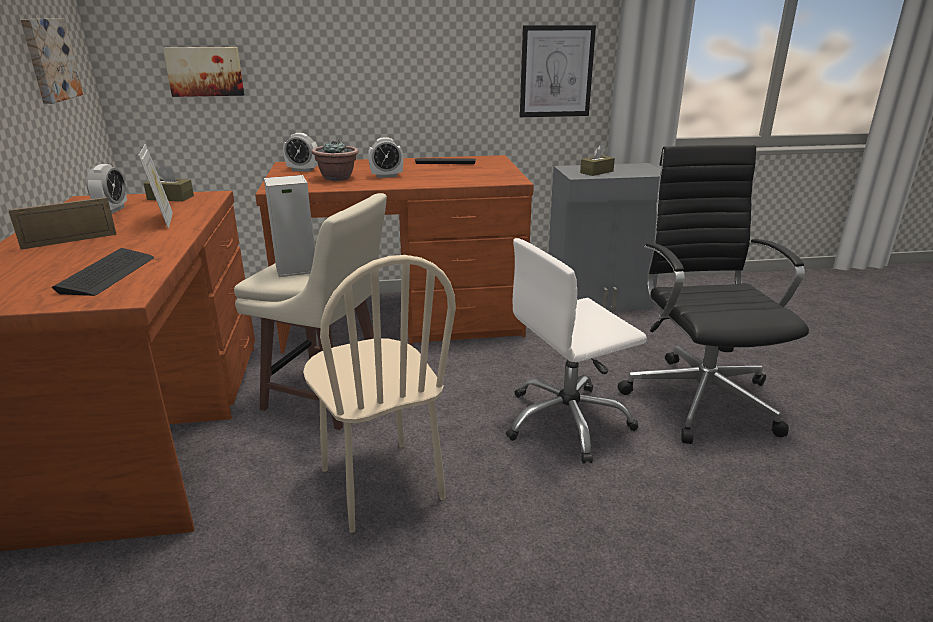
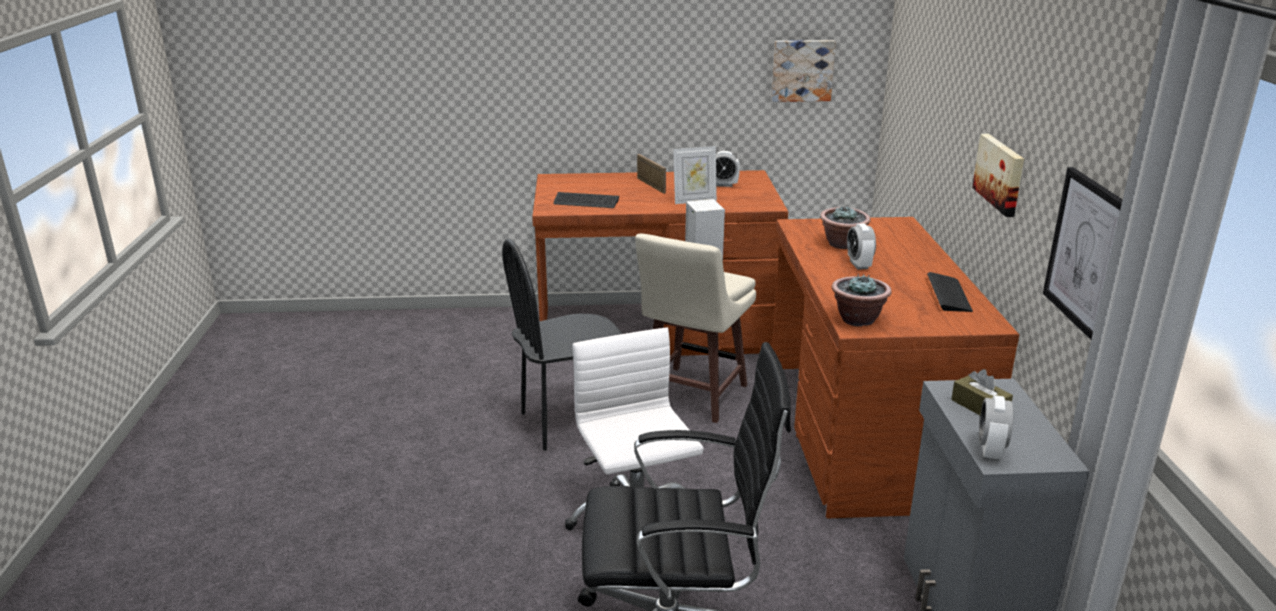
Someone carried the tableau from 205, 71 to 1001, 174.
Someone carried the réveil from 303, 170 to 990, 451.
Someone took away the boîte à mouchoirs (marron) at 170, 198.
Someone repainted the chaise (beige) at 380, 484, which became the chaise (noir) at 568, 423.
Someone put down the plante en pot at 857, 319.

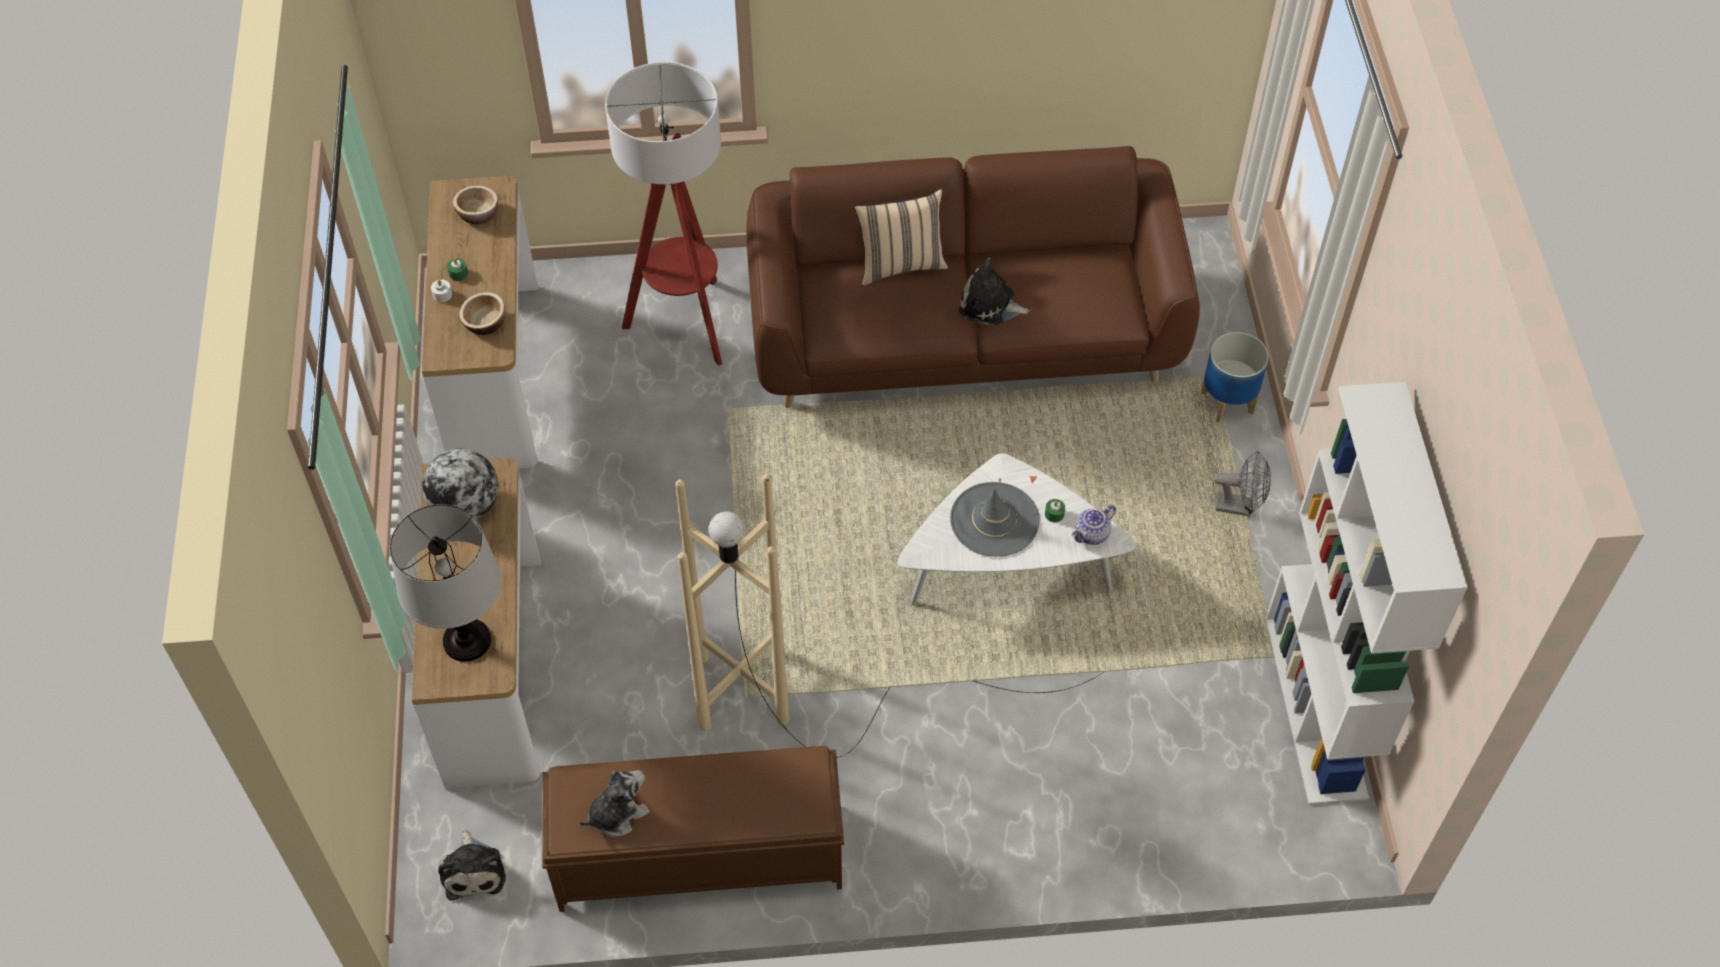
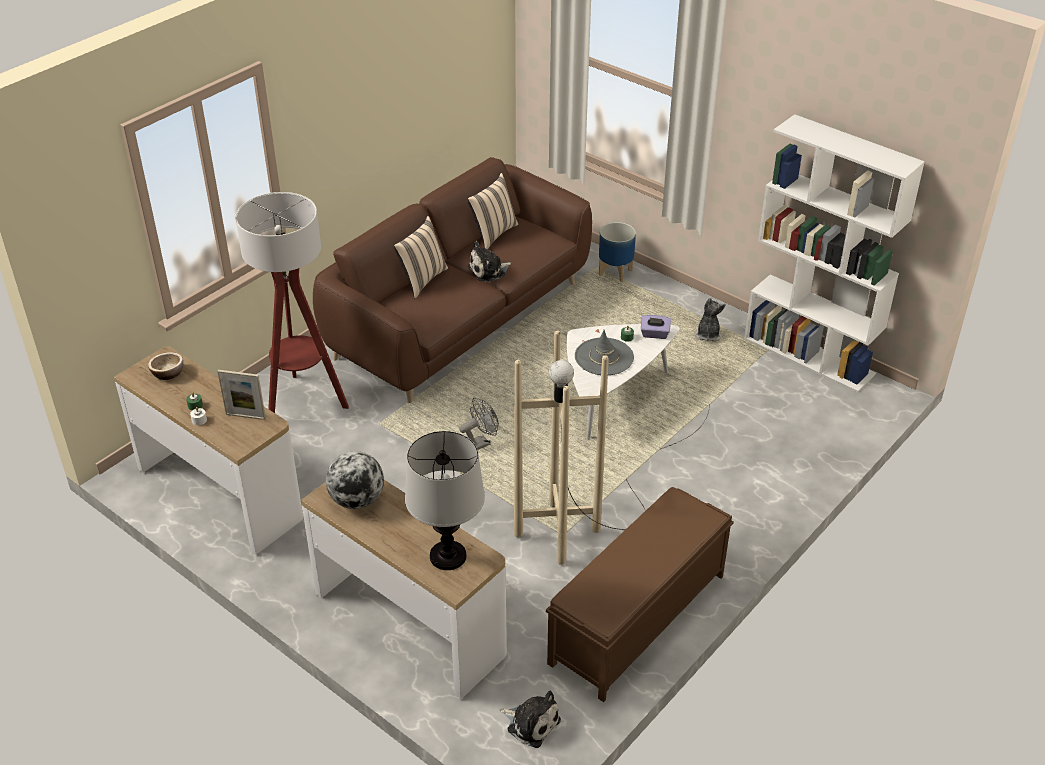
Someone swapped the bol at 485, 323 for the cadre photo at 245, 416.
Someone carried the ventilateur (gris) from 1240, 506 to 480, 443.
Someone swapped the théière at 1092, 535 for the boîte à mouchoirs (violet) at 654, 334.
Someone carried the peluche from 617, 814 to 708, 334.
Someone put down the coussin (beige) at 493, 234.

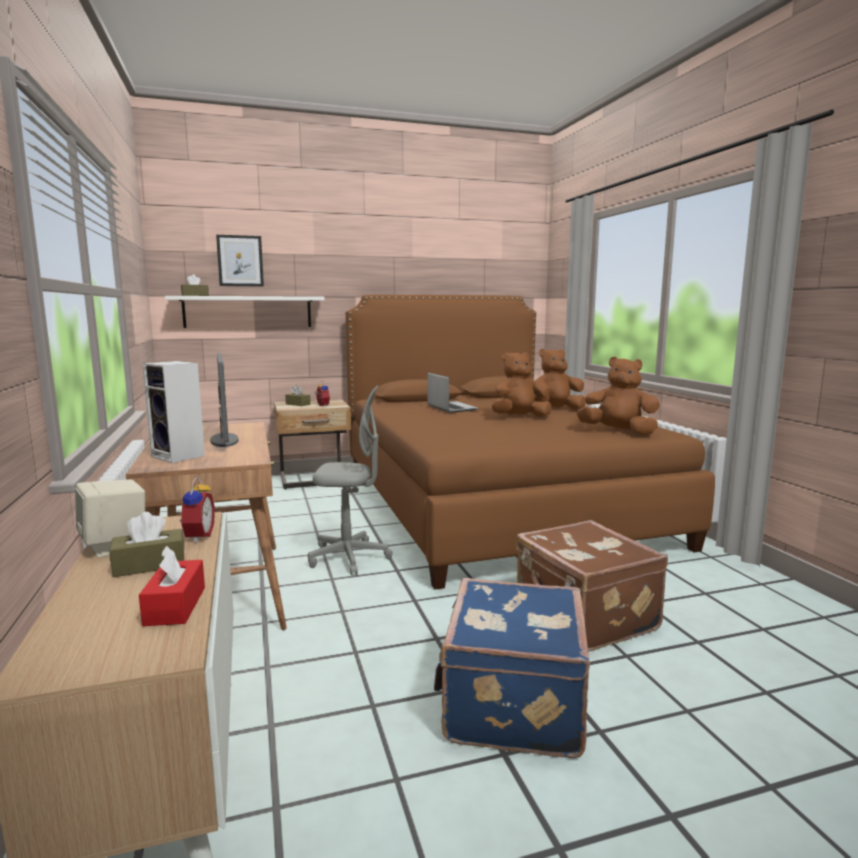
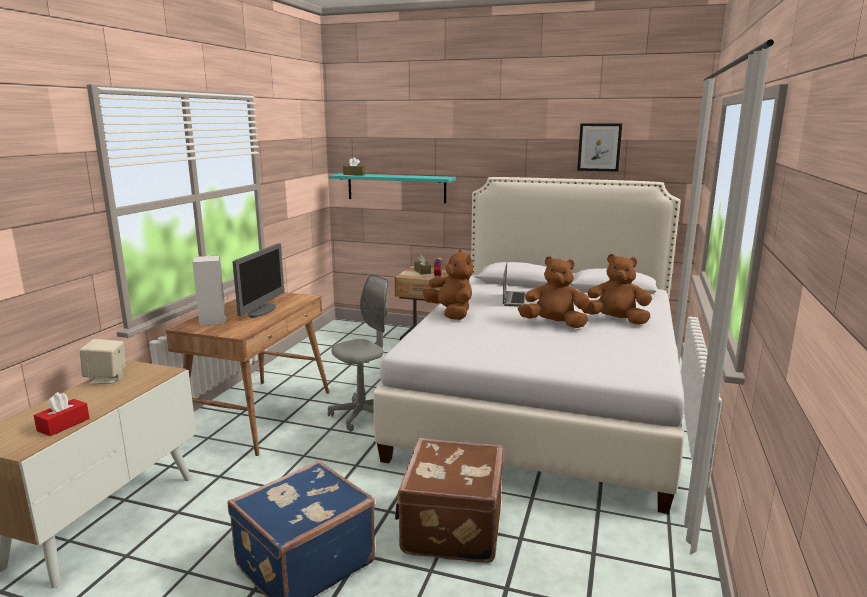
Someone carried the tableau from 240, 261 to 599, 147.
Someone repainted the lit (marron) at 492, 503, which became the lit (blanc) at 543, 399.
Someone repainted the étagère (blanc) at 248, 312, which became the étagère (turquoise) at 396, 188.
Someone carried the peluche (marron) from 618, 432 to 451, 313.
Someone rotated the chaise de bureau (gris) at 349, 557 by 75 degrees counterclockwise.
Someone took away the réveil at 196, 537.
Someone took away the boîte à mouchoirs (marron) at 149, 565.

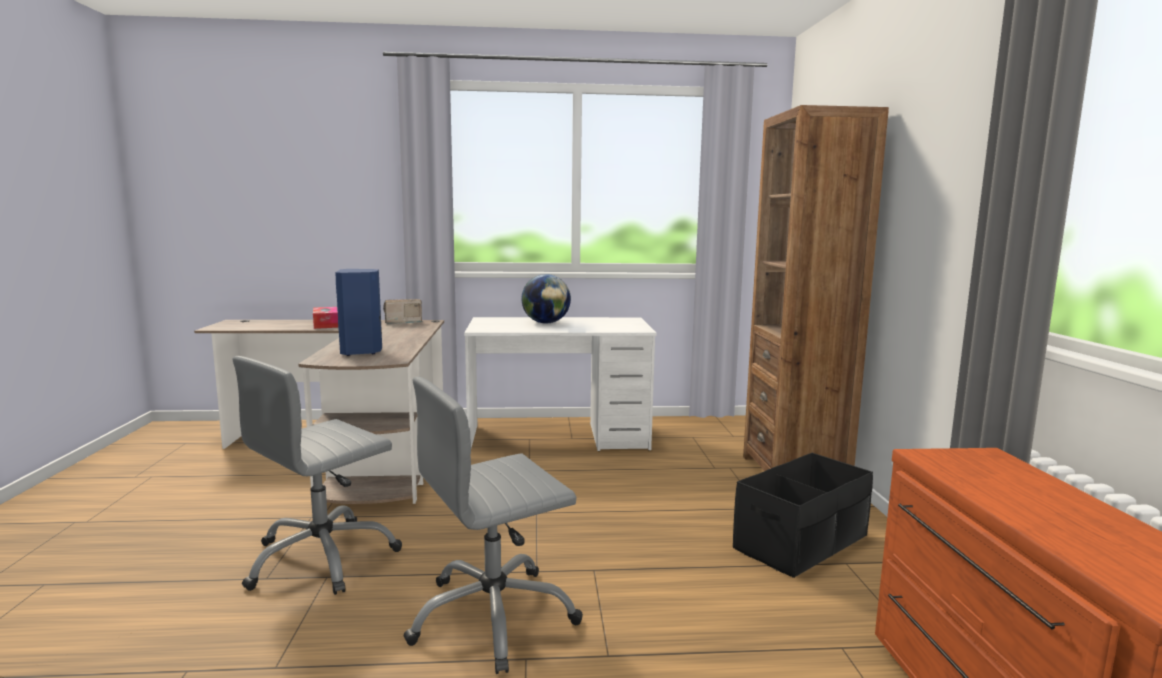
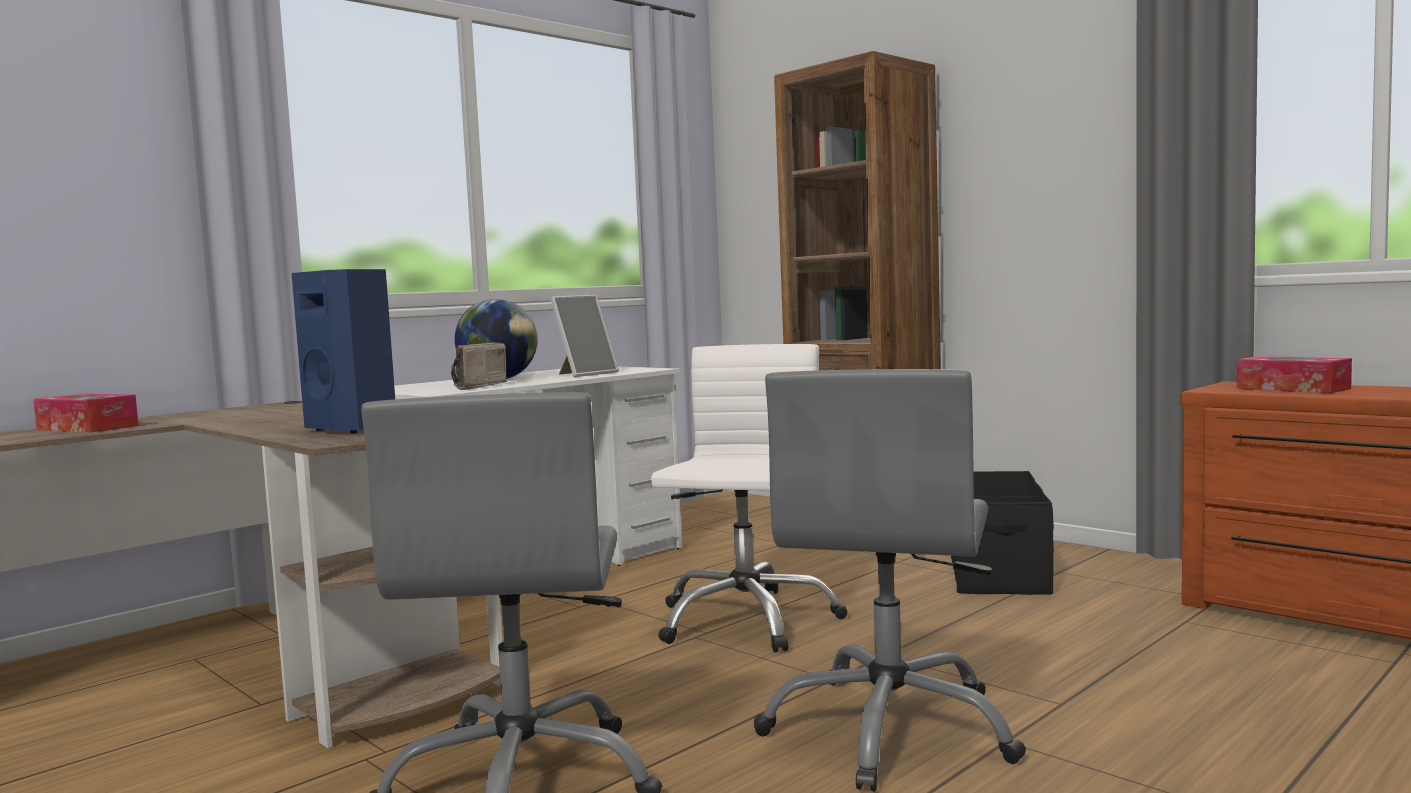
Someone carried the radio from 402, 322 to 473, 387.
Someone put down the cadre photo at 585, 374.
Someone put down the chaise de bureau (blanc) at 745, 620.
Someone put down the boîte à mouchoirs at 1292, 388.

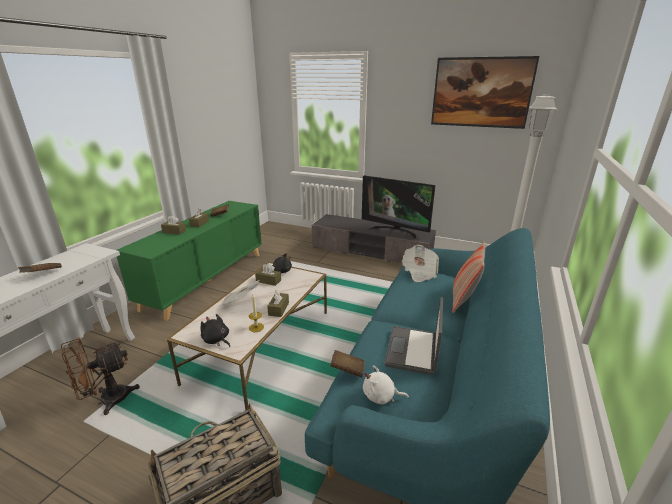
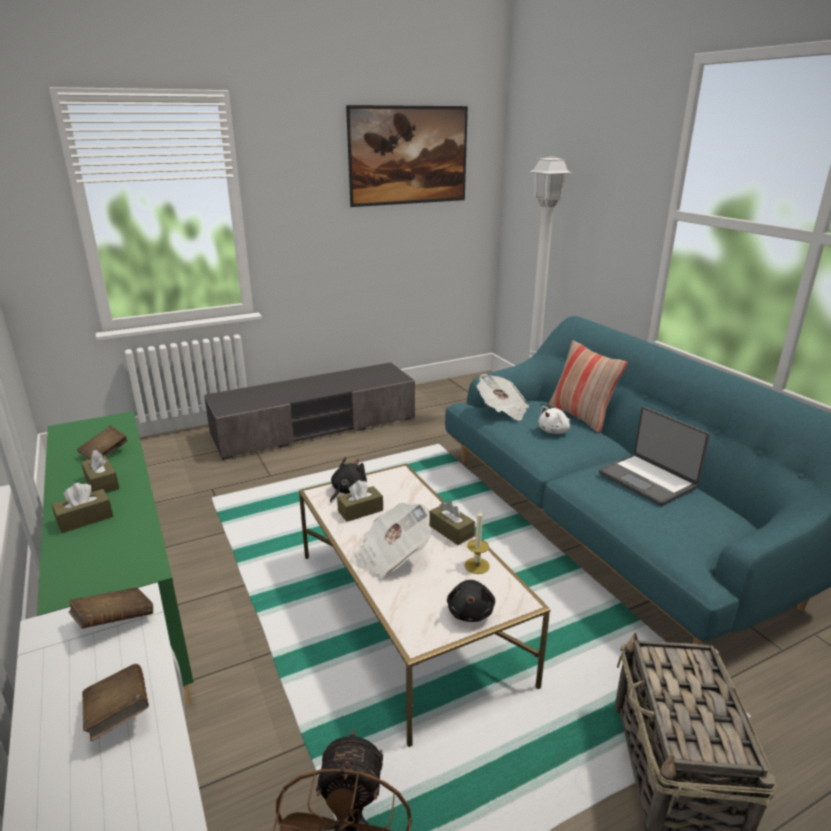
Someone took away the téléviseur at 395, 231.
Someone rotated the peluche (noir) at 216, 340 by 75 degrees counterclockwise.
Someone carried the livre (marron) from 347, 370 to 115, 622.
Someone carried the peluche (blanc) from 381, 396 to 554, 431.

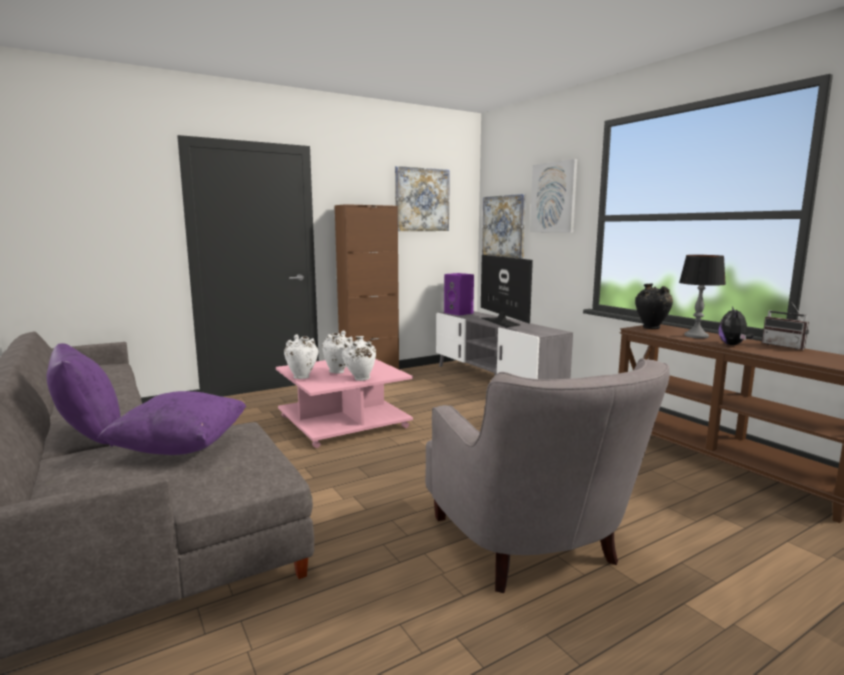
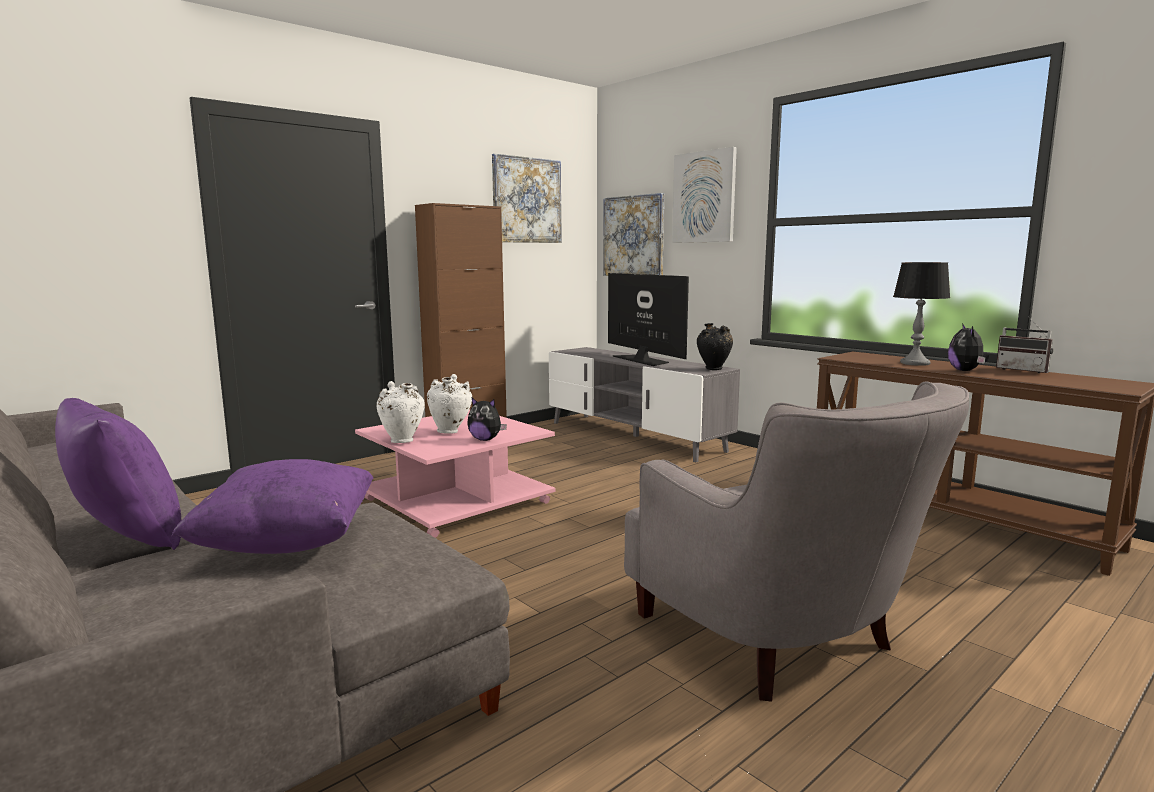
Someone took away the enceinte (violet) at 459, 313.
Someone carried the vase (noir) from 651, 328 to 713, 369.
Someone swapped the vase (blanc) at 359, 379 for the peluche at 485, 439.

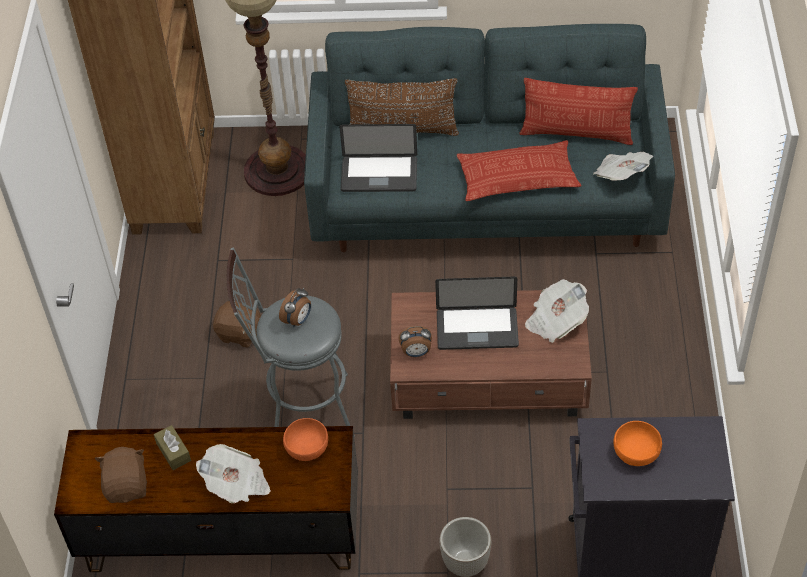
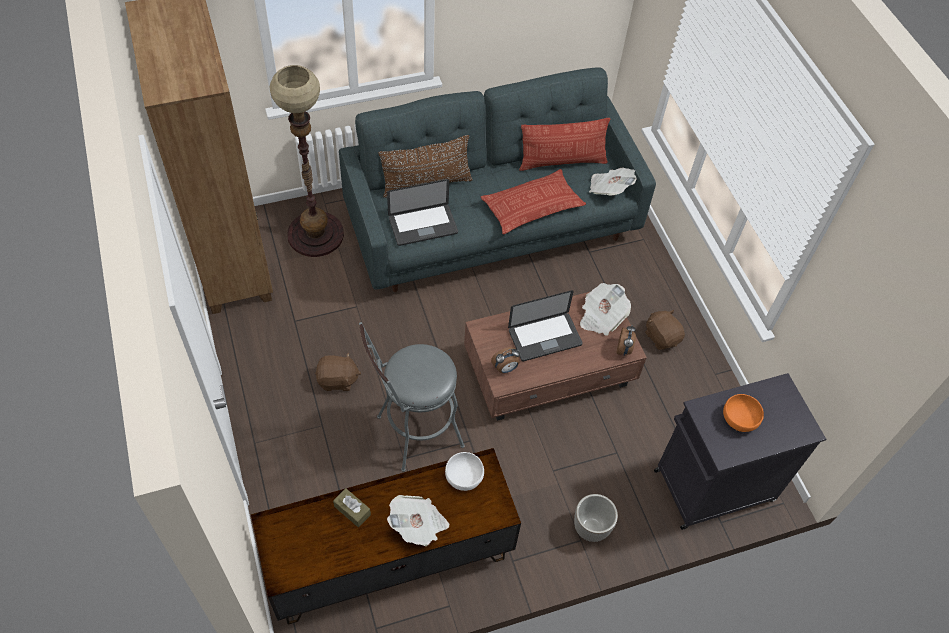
Someone carried the réveil from 298, 320 to 624, 349.
Someone repainted the bol (orange) at 307, 447, which became the bol (blanc) at 464, 476.
Someone carried the peluche (marron) from 127, 486 to 662, 337.

